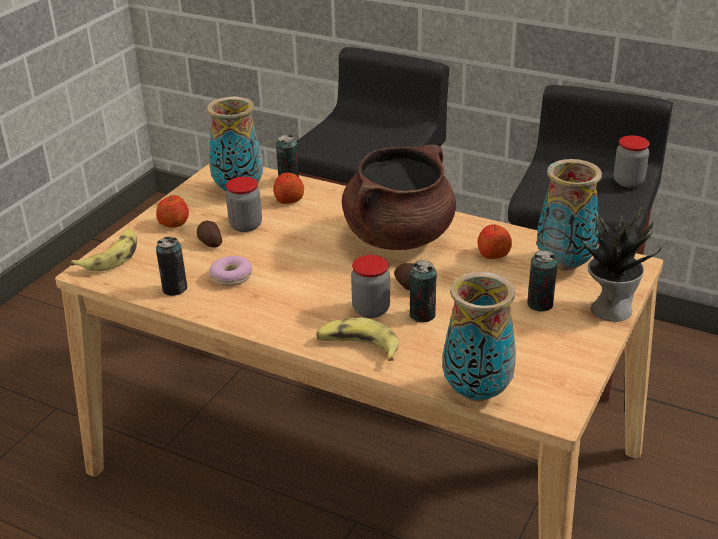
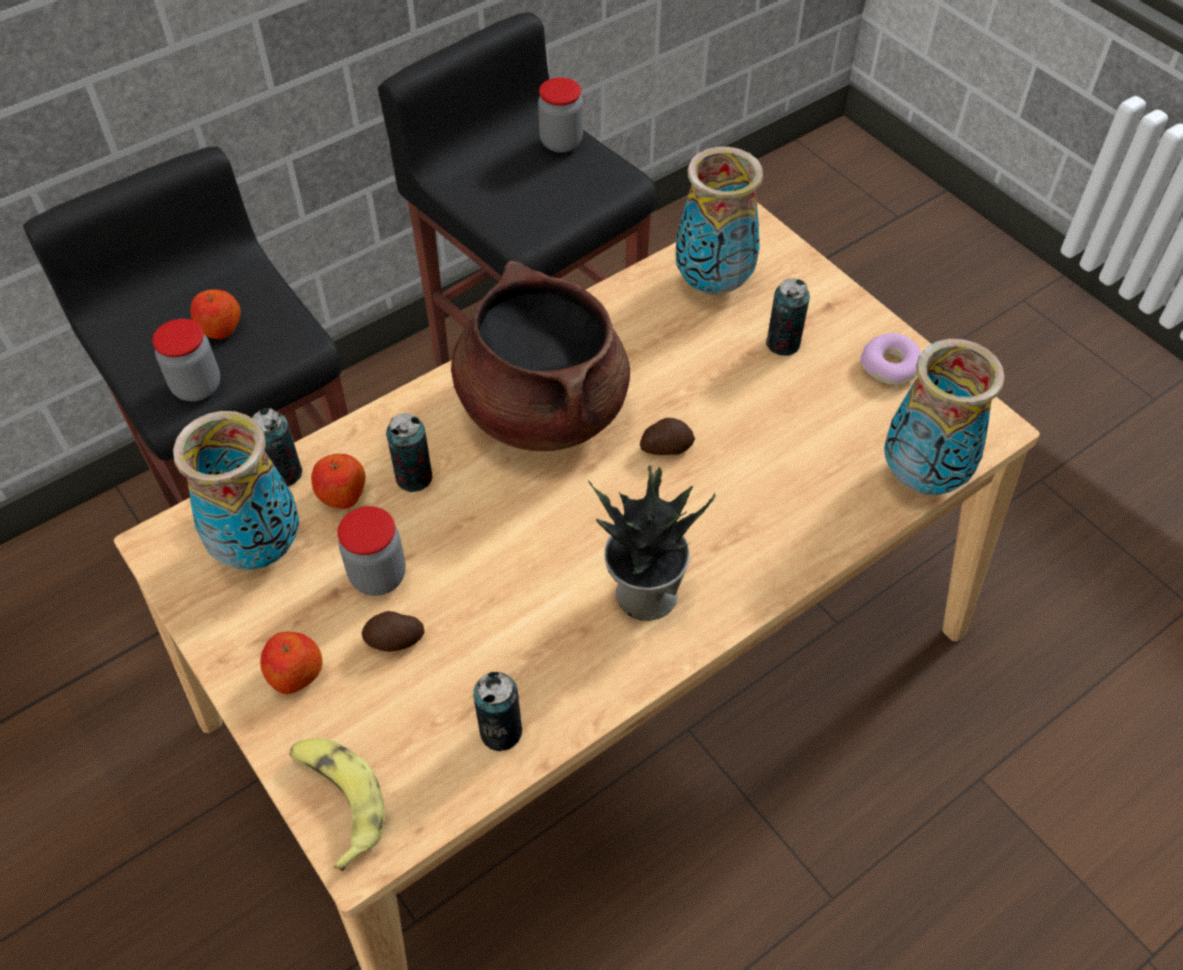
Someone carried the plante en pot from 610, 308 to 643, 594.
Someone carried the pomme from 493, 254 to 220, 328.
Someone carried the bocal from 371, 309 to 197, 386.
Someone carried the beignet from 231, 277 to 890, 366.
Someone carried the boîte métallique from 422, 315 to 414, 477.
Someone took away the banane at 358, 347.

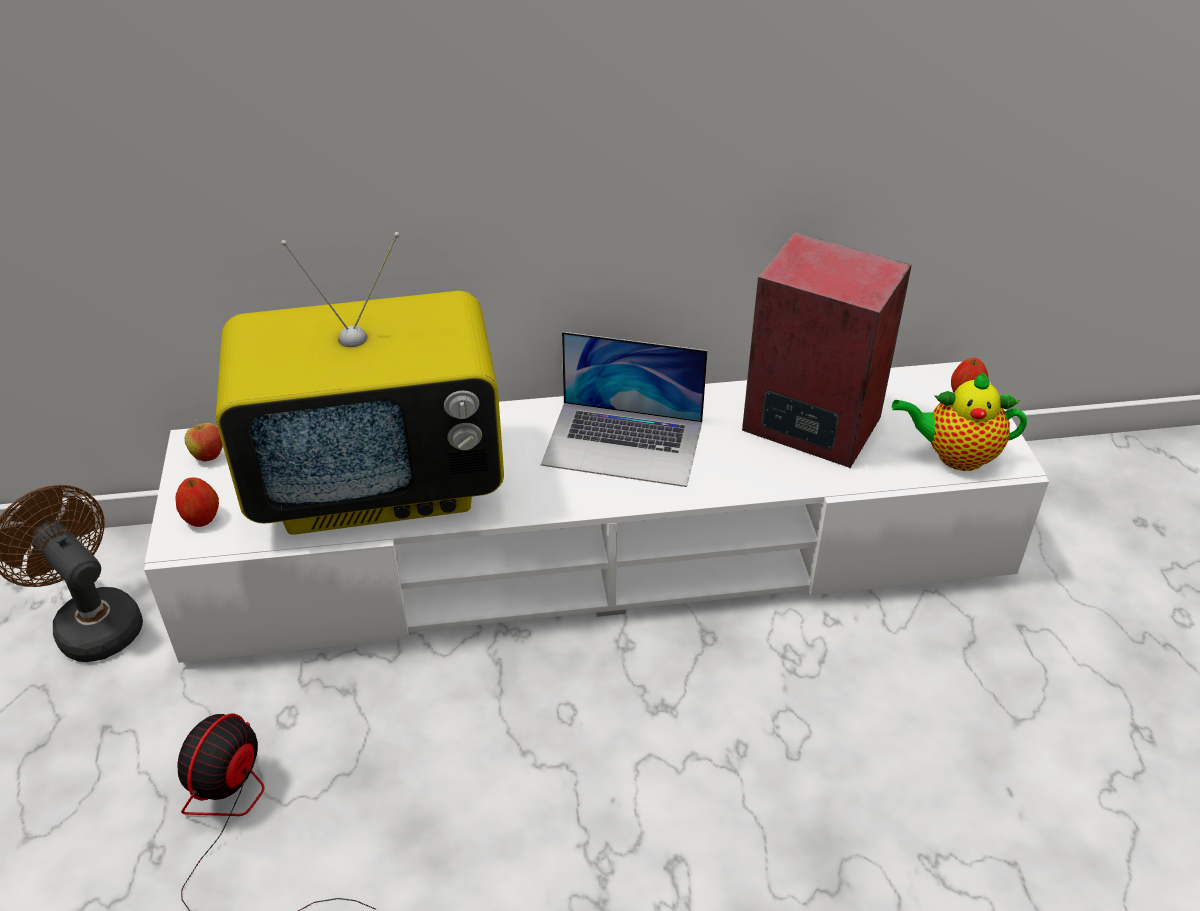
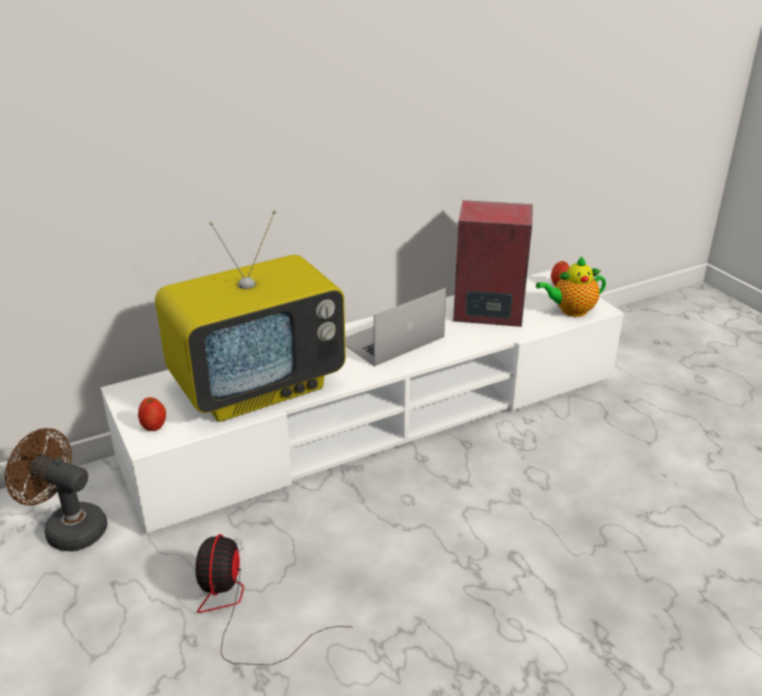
Someone rotated the ordinateur portable at 624, 443 by 150 degrees clockwise.
Someone took away the pomme at 208, 455.

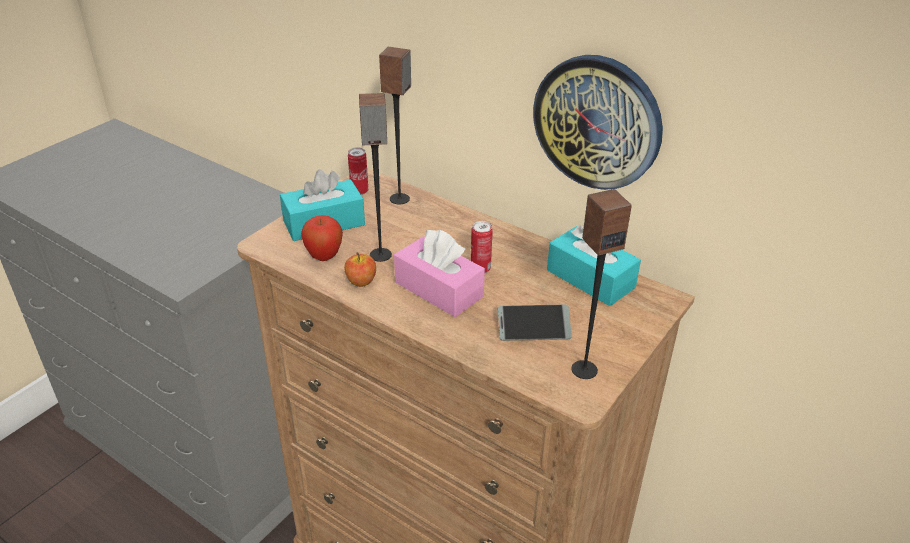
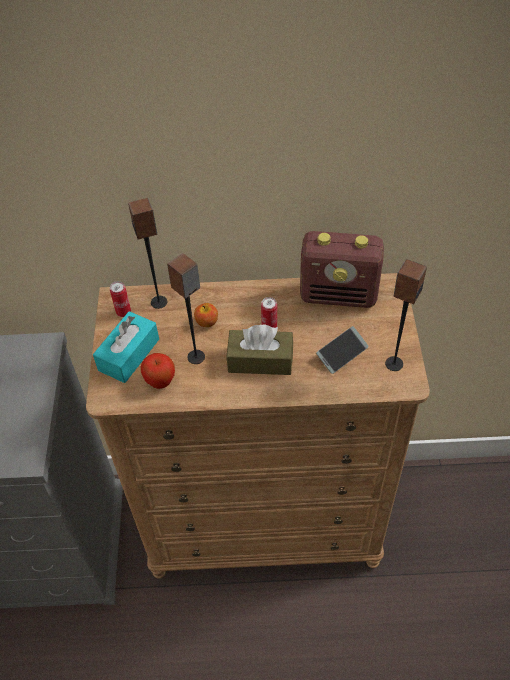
Someone took away the horloge murale at 597, 122.
Someone swapped the boîte à mouchoirs (turquoise) at 590, 279 for the radio at 339, 295.
Someone repainted the boîte à mouchoirs (rose) at 438, 289, which became the boîte à mouchoirs (marron) at 260, 360.
Someone carried the pomme from 361, 281 to 206, 322.

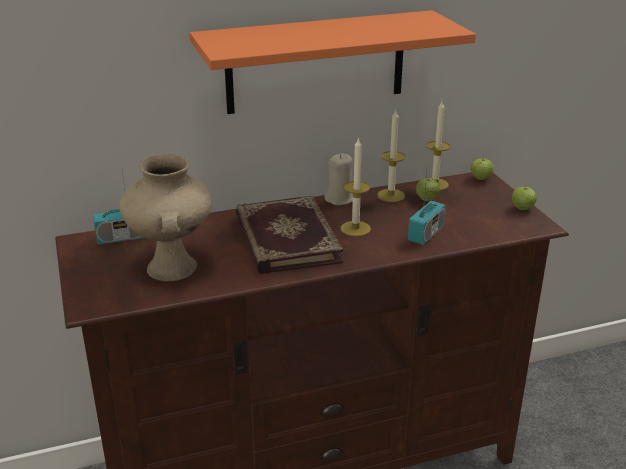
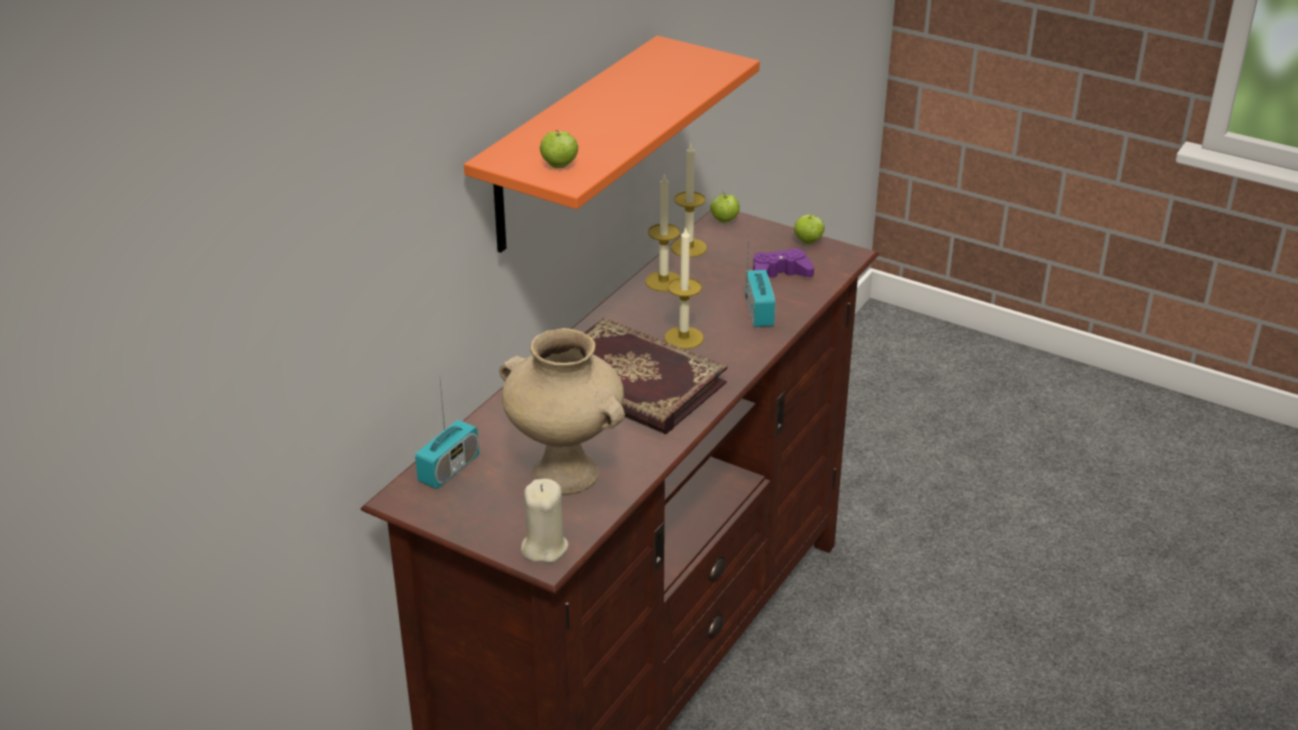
Someone carried the bougie (beige) from 340, 199 to 544, 547.
Someone carried the pomme from 426, 199 to 559, 165.
Someone put down the manette (violet) at 780, 273.

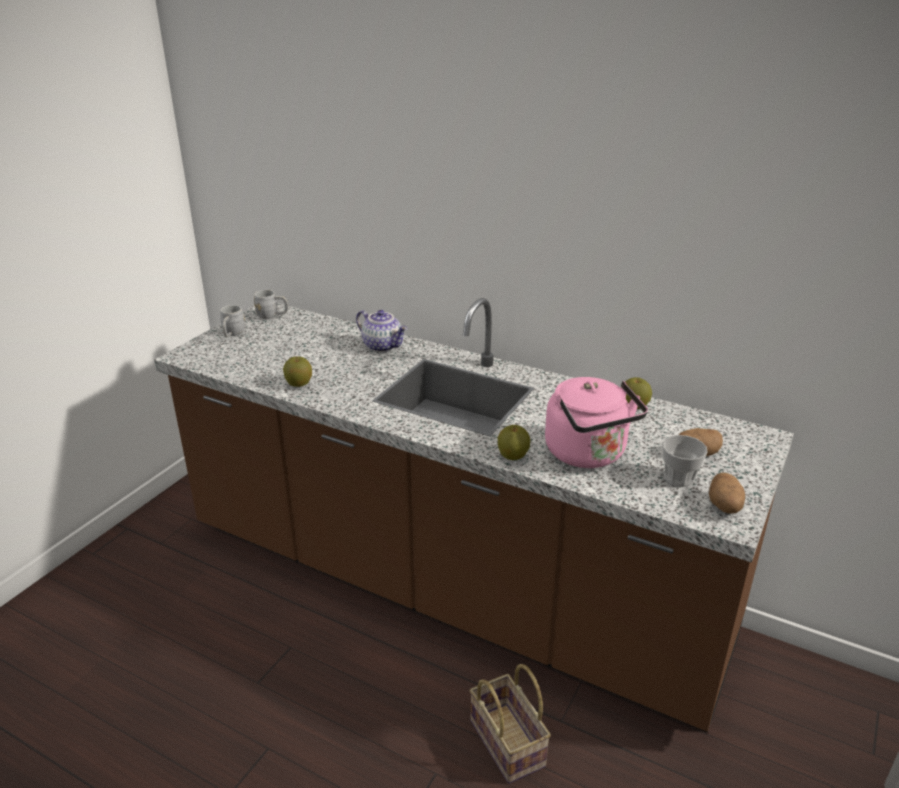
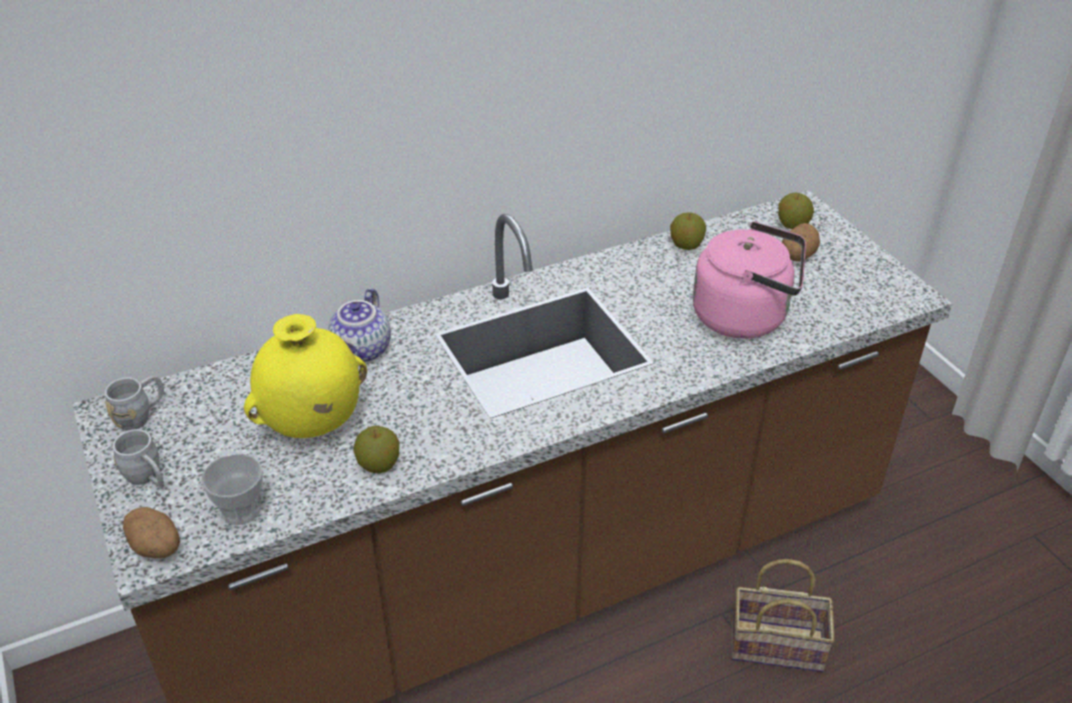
Someone rotated the théière at 383, 346 by 120 degrees clockwise.
Someone carried the pomme from 513, 456 to 792, 225.
Someone carried the tasse from 679, 478 to 241, 510.
Someone carried the pomme de terre from 724, 507 to 157, 548.
Someone put down the vase (jaune) at 312, 425.

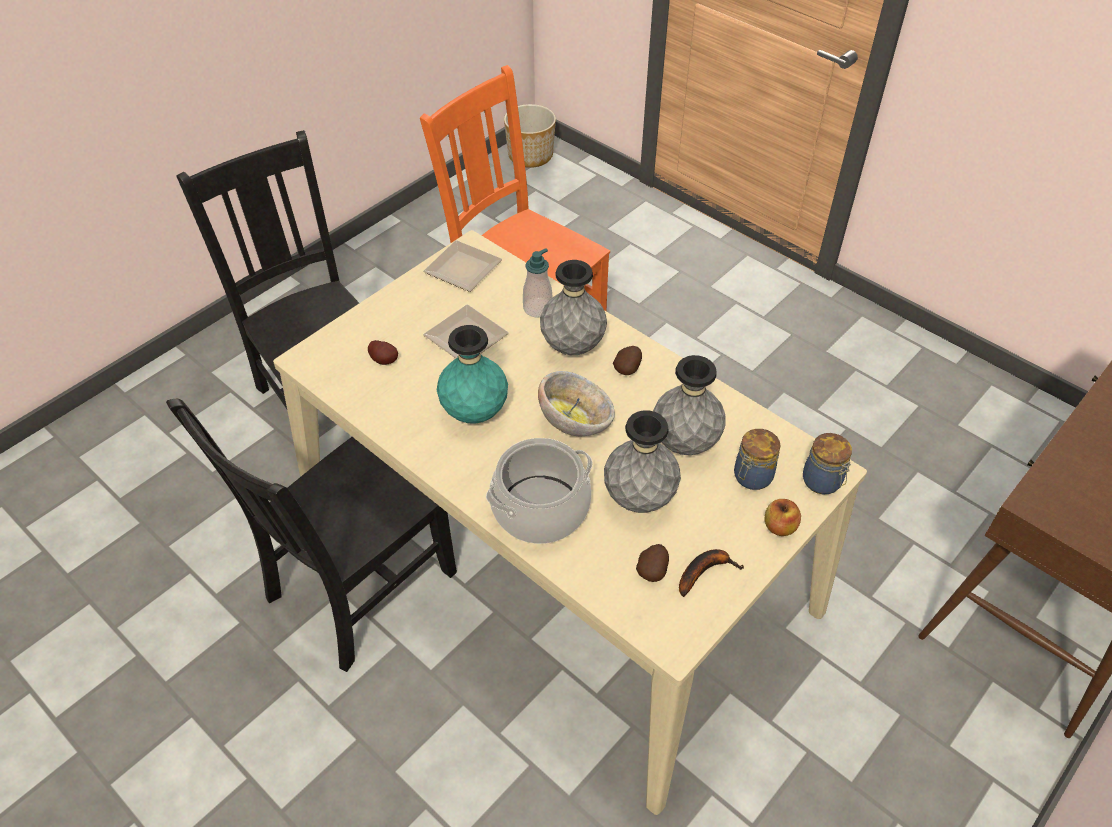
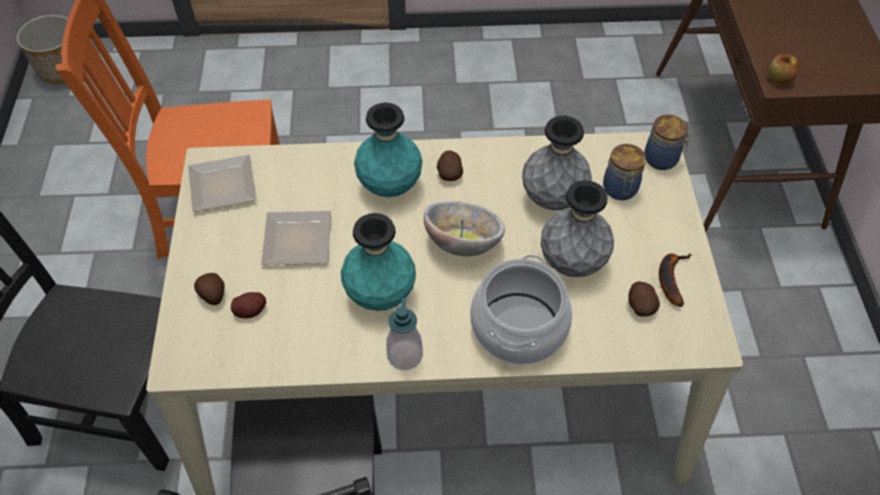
Someone carried the distributeur de savon from 537, 308 to 405, 355.
Someone repainted the vase (gris) at 573, 346, which became the vase (turquoise) at 390, 186.
Someone carried the pomme from 779, 527 to 779, 78.
Someone put down the pomme de terre at 213, 295.

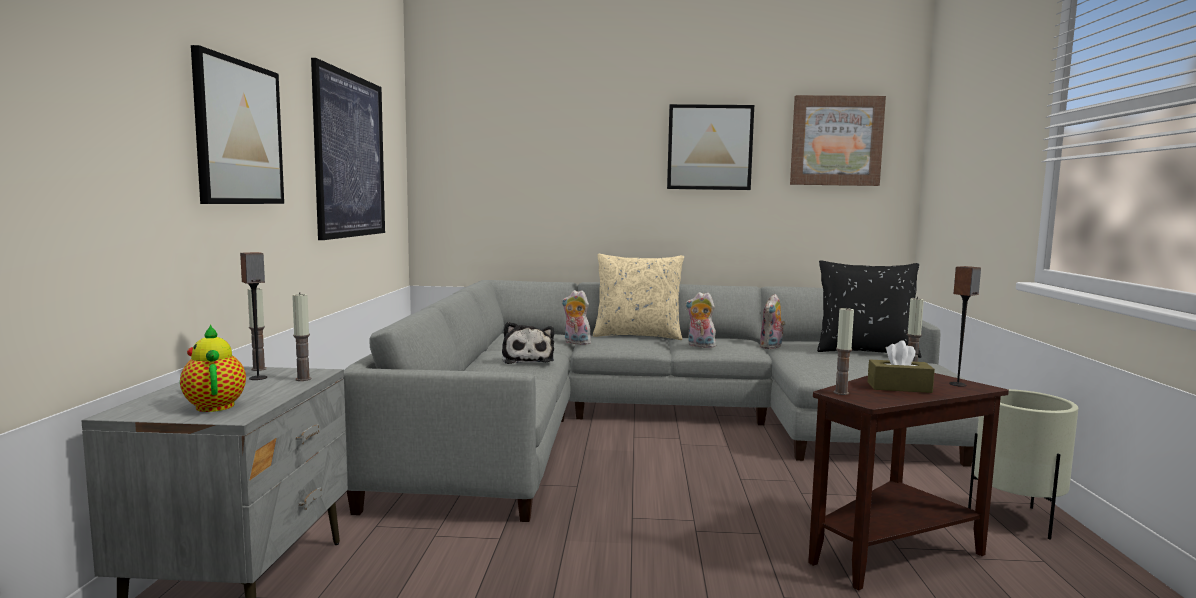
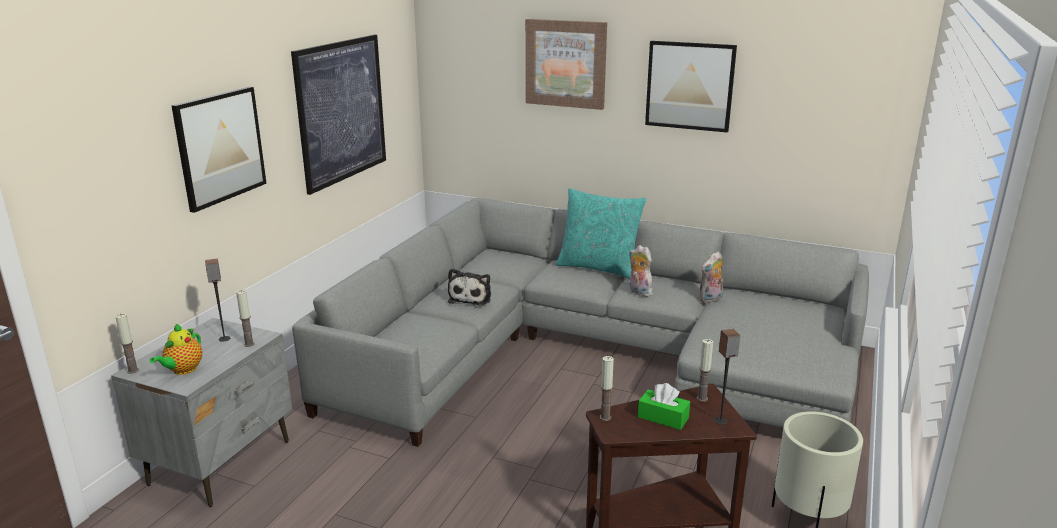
Someone carried the tableau from 836, 141 to 566, 63.
Someone repainted the coussin (beige) at 637, 336, which became the coussin (turquoise) at 598, 267.
Someone took away the coussin (noir) at 865, 351.
Someone carried the bougie from 259, 369 to 133, 371.
Someone took away the peluche at 575, 343.
Someone rotated the théière at 215, 405 by 150 degrees counterclockwise.
Someone repainted the boîte à mouchoirs (marron) at 899, 387, which became the boîte à mouchoirs (vert) at 663, 417.

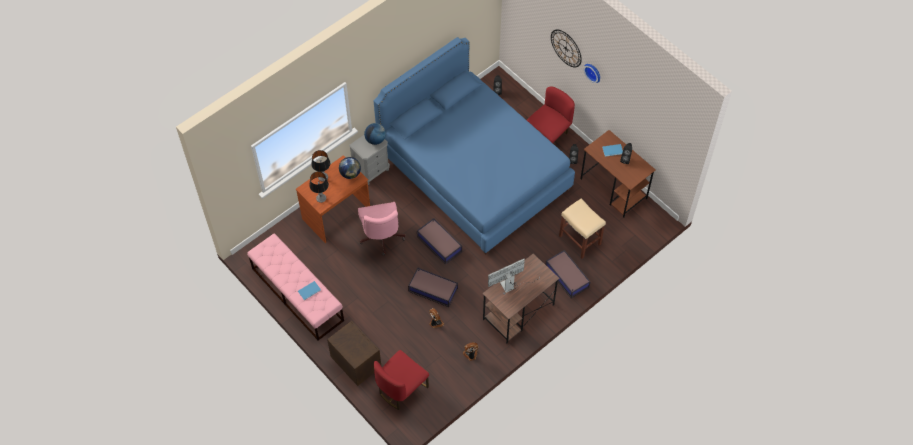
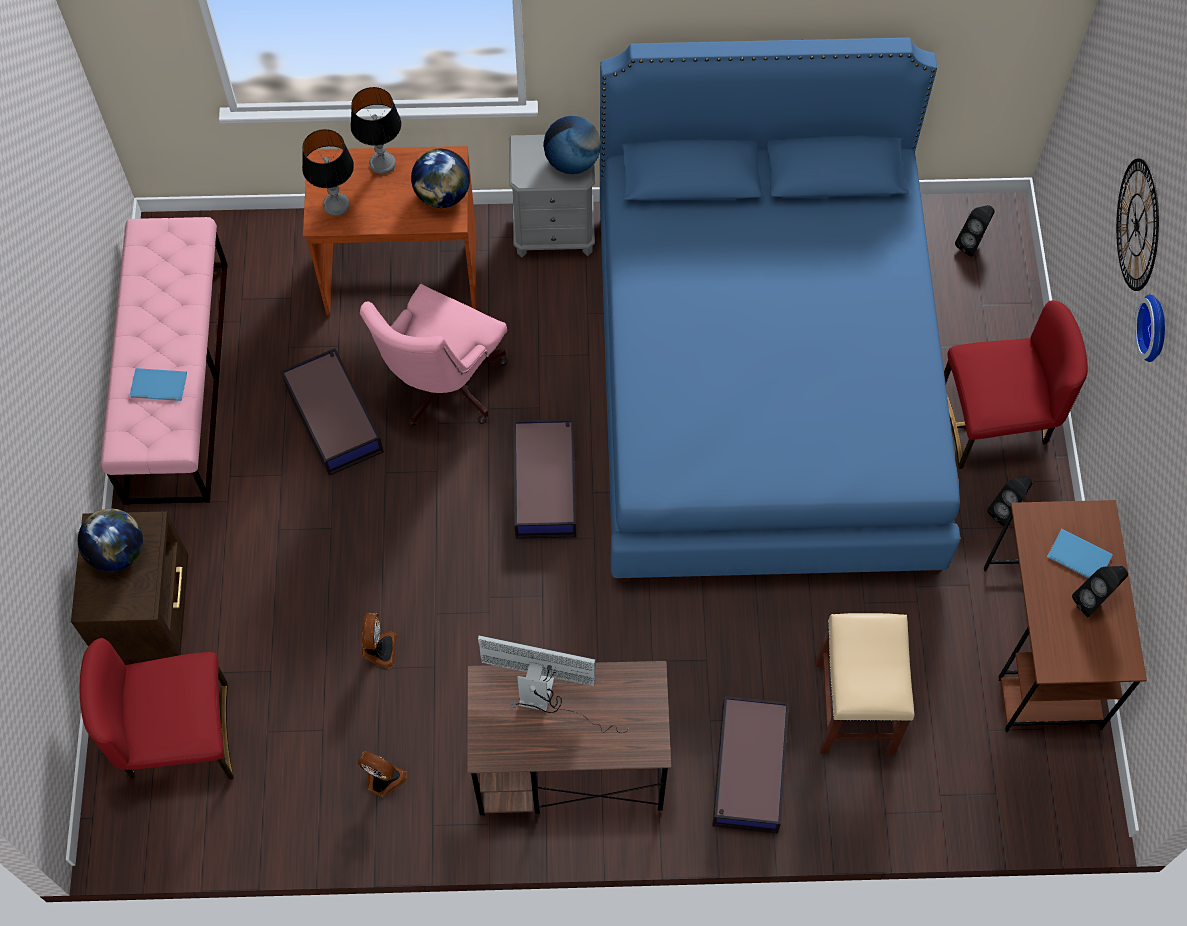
Someone carried the boîte de rangement from 432, 289 to 334, 417.
Someone put down the globe at 117, 552.

